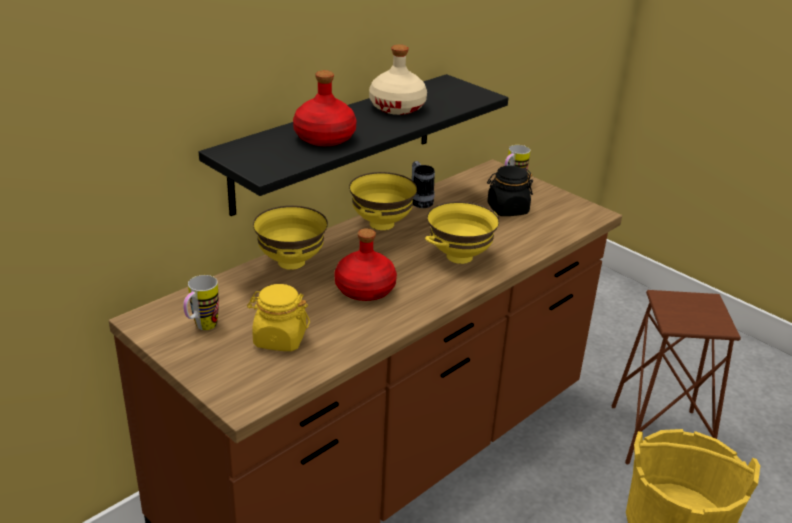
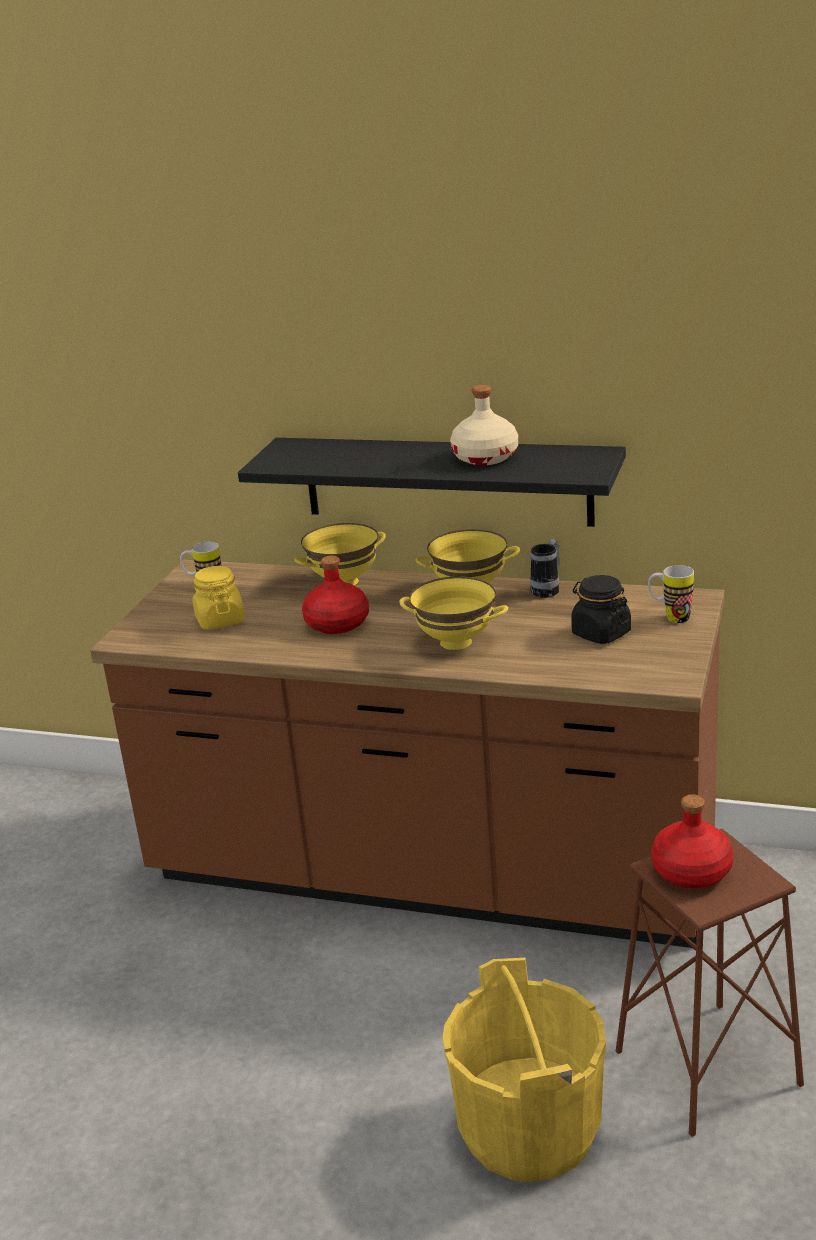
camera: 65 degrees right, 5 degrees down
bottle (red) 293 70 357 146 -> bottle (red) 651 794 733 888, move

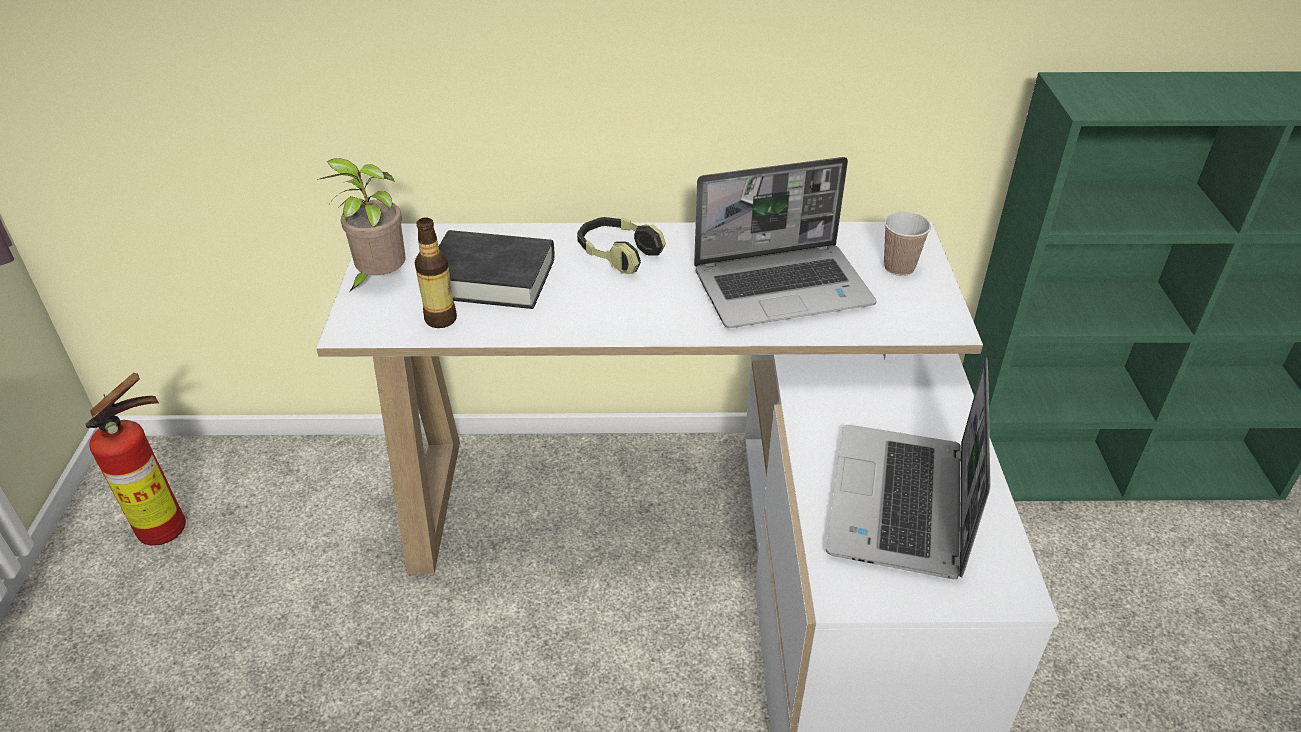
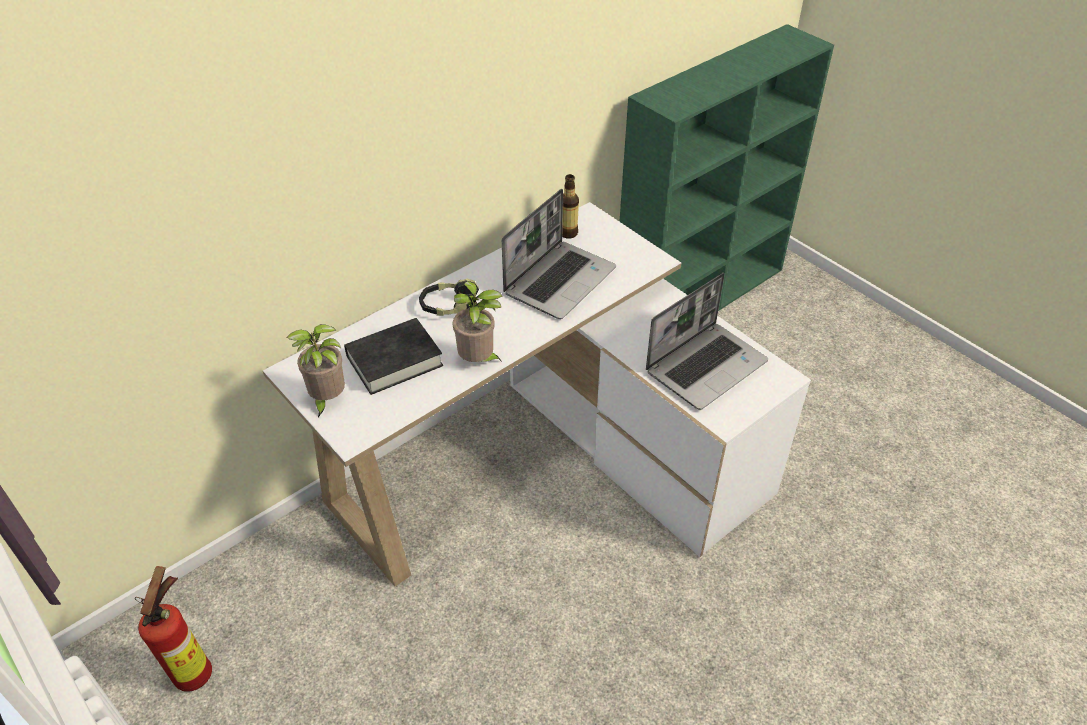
camera: 40 degrees left, 5 degrees up
none -> potted plant 452 281 503 362
bottle 414 217 457 328 -> bottle 562 174 579 239, move
laptop 826 358 991 580 -> laptop 646 273 768 410, 105 degrees counterclockwise
cup 884 212 931 276 -> none

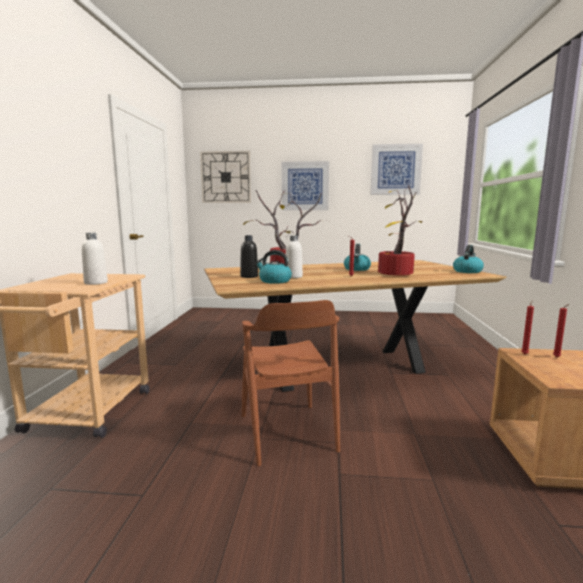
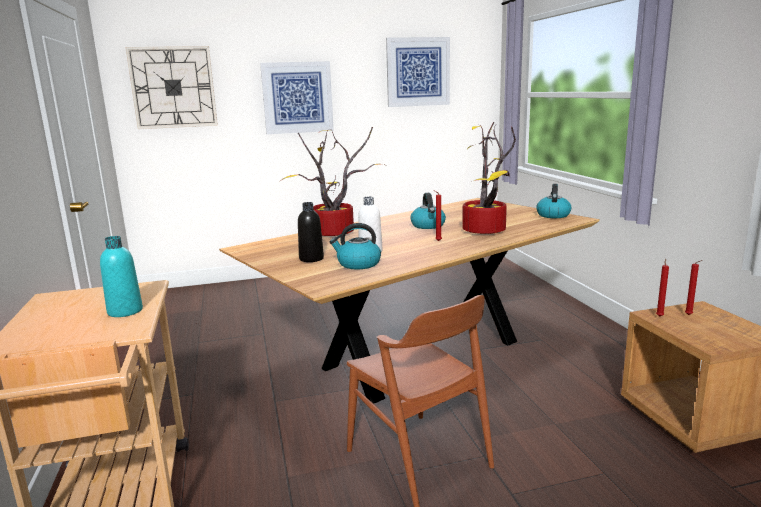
camera: 20 degrees left, 5 degrees up
bottle (white) 82 233 108 285 -> bottle (turquoise) 100 236 143 317

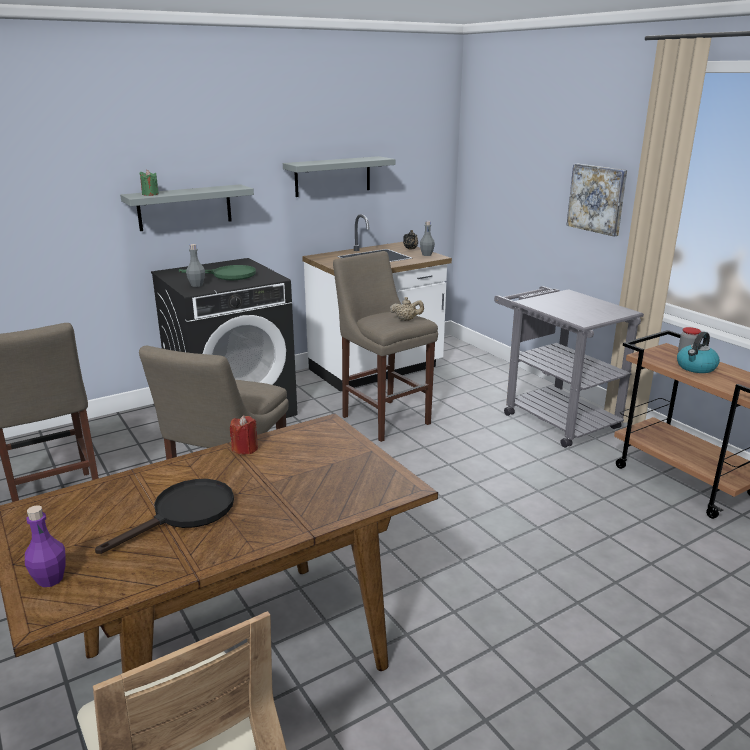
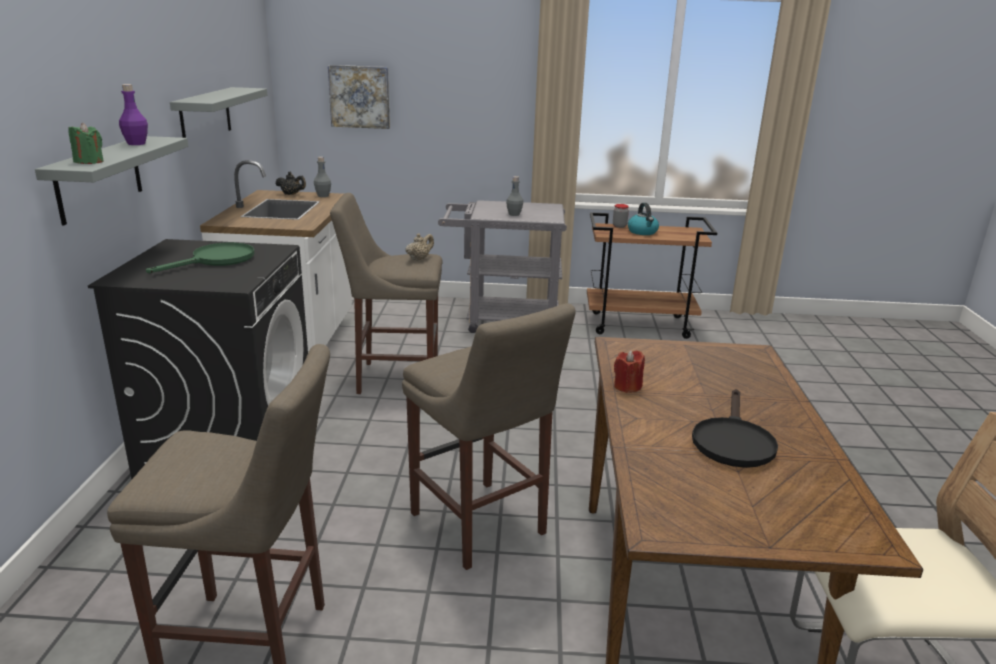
camera: 55 degrees left, 0 degrees up
bottle (purple) 25 505 66 587 -> bottle (purple) 119 84 148 145, move
picture 566 163 627 237 -> picture 328 65 390 129, move
bottle (grey) 186 244 205 287 -> bottle (grey) 506 176 523 216, move
frying pan (black) 95 479 234 554 -> frying pan (black) 692 389 778 468, 150 degrees counterclockwise

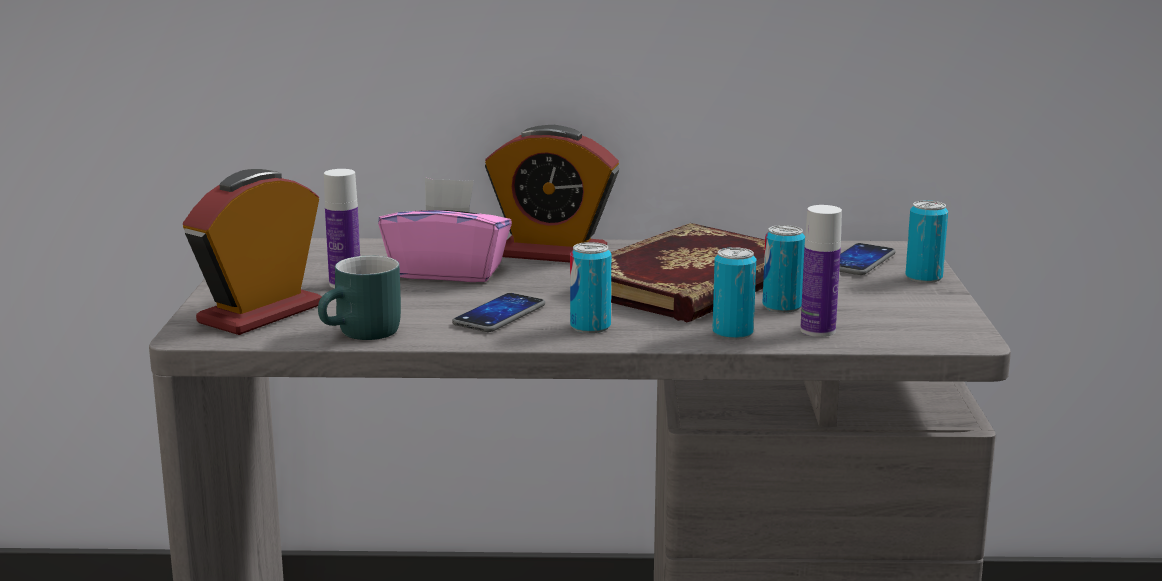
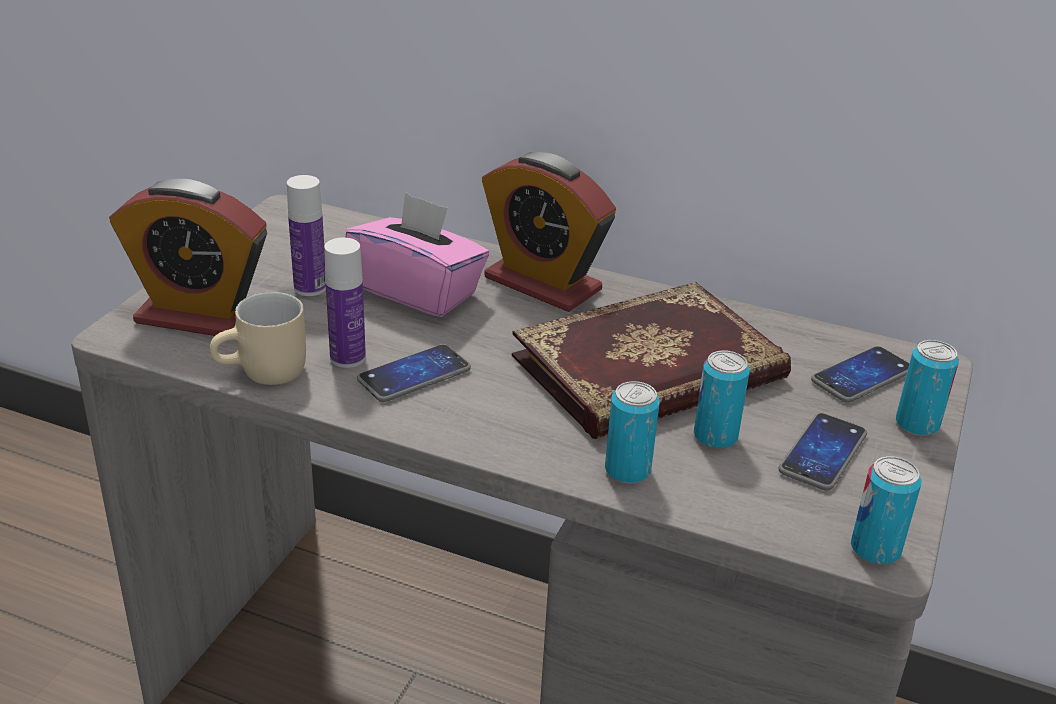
camera: 20 degrees right, 15 degrees up
alarm clock 183 169 322 335 -> alarm clock 109 179 267 336, 135 degrees counterclockwise
mug (turquoise) 318 255 401 340 -> mug (beige) 210 292 306 385
bottle 800 205 842 337 -> bottle 324 238 366 368, move
none -> phone 778 413 867 490
can 570 242 611 333 -> can 851 456 921 565, move

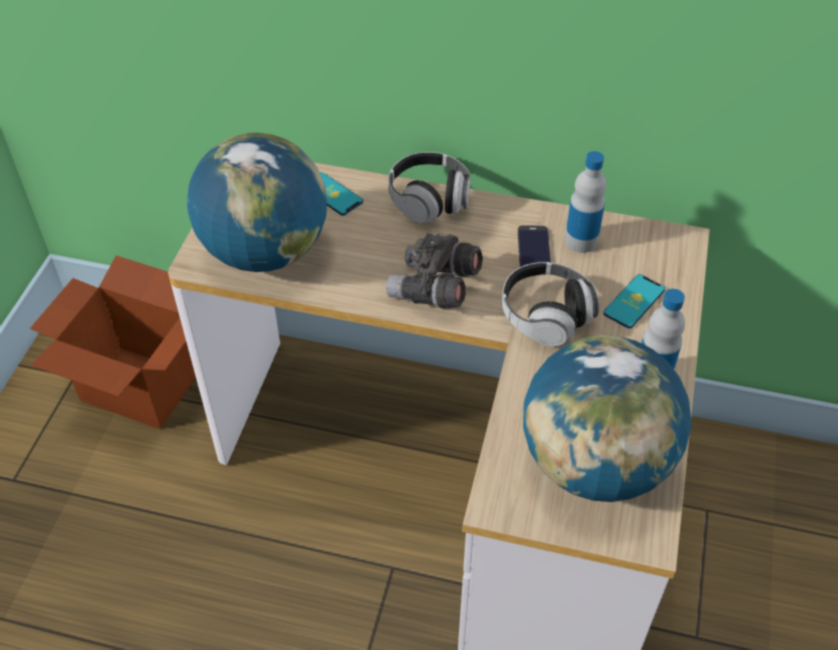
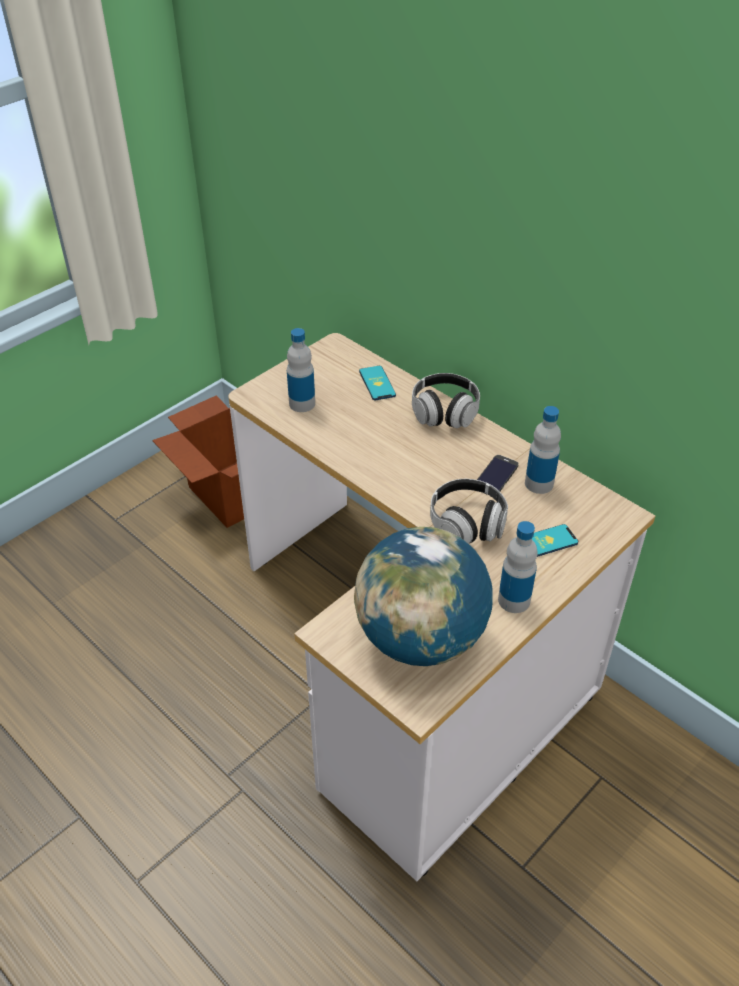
camera: 30 degrees right, 5 degrees down
globe 187 133 327 272 -> bottle 287 328 315 412
binoculars (grey) 386 233 483 309 -> none

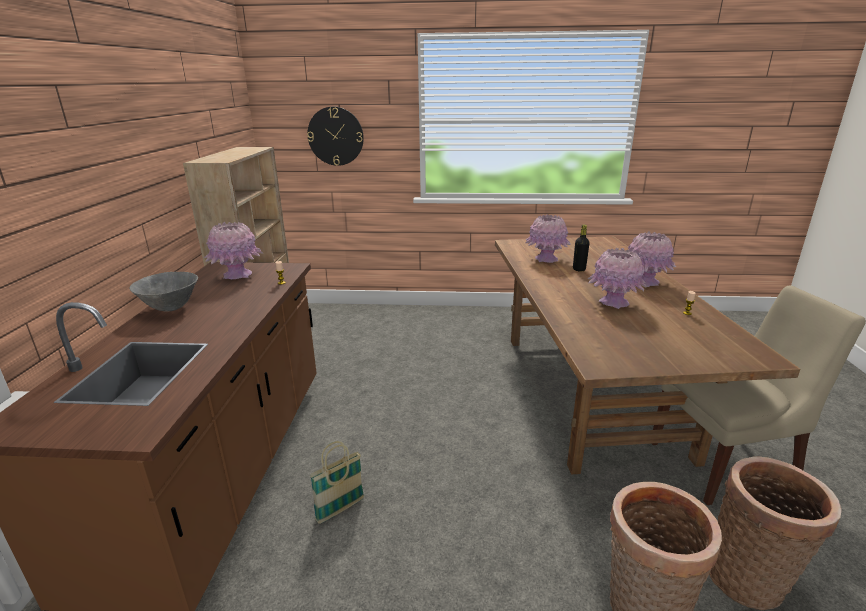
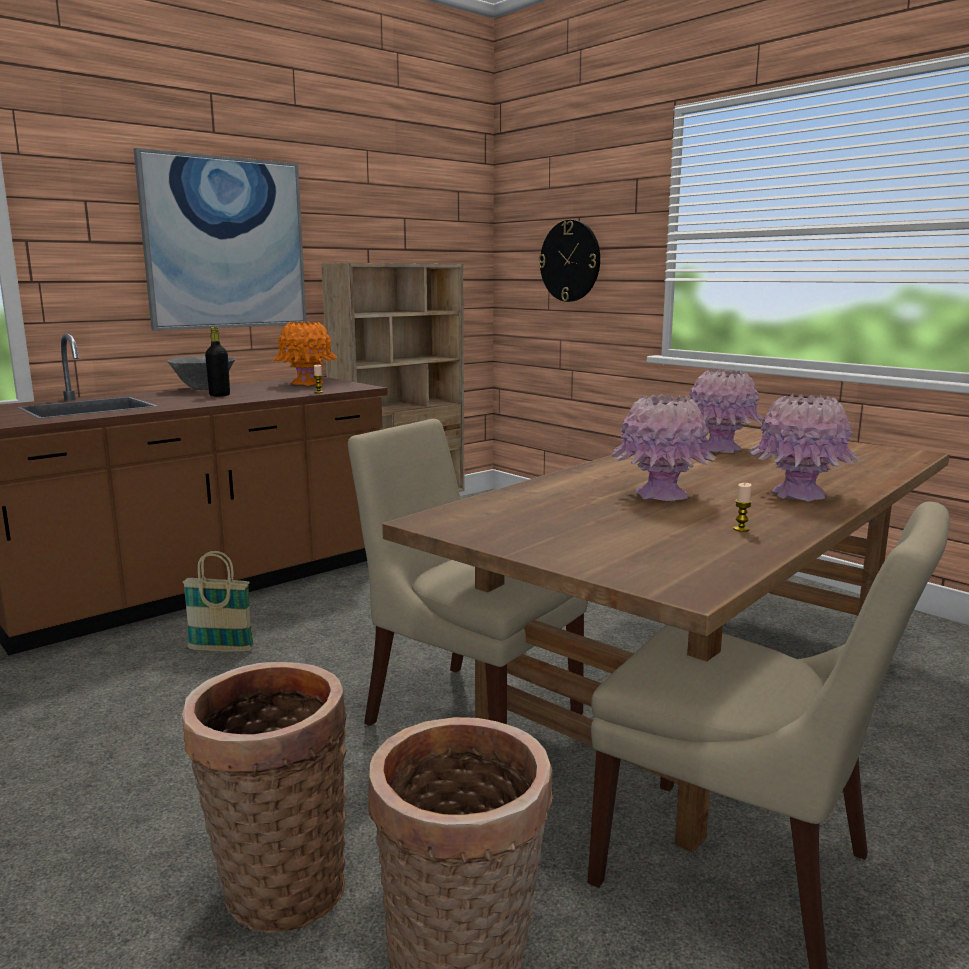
camera: 45 degrees right, 10 degrees down
none -> picture 134 148 307 331
bottle (black) 573 224 590 272 -> bottle (black) 205 327 230 397, move
vase (pink) 204 222 263 279 -> vase (orange) 273 321 337 386
none -> chair (beige) 348 419 588 726

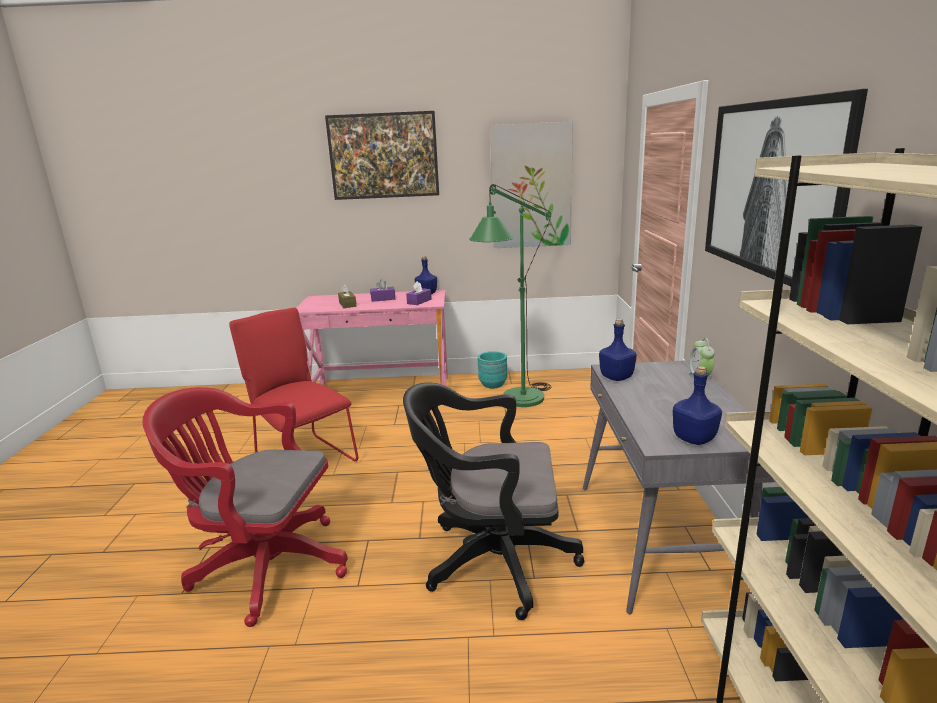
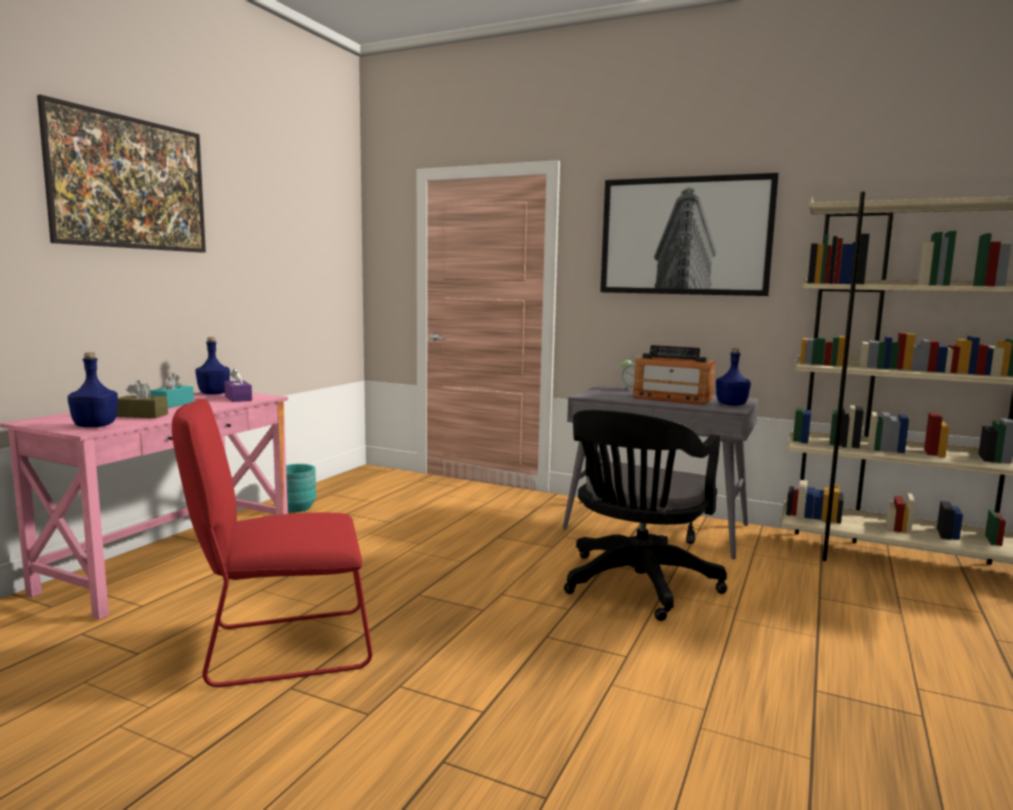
camera: 65 degrees left, 10 degrees down
bottle (blue) 599 319 637 381 -> bottle (blue) 68 352 118 427, move
tissue box (purple) 370 279 395 302 -> tissue box (turquoise) 150 372 194 408
none -> radio 633 345 715 405
office chair (red) 142 387 348 627 -> none
floor lamp (green) 469 184 551 407 -> none
picture 490 121 573 248 -> none

